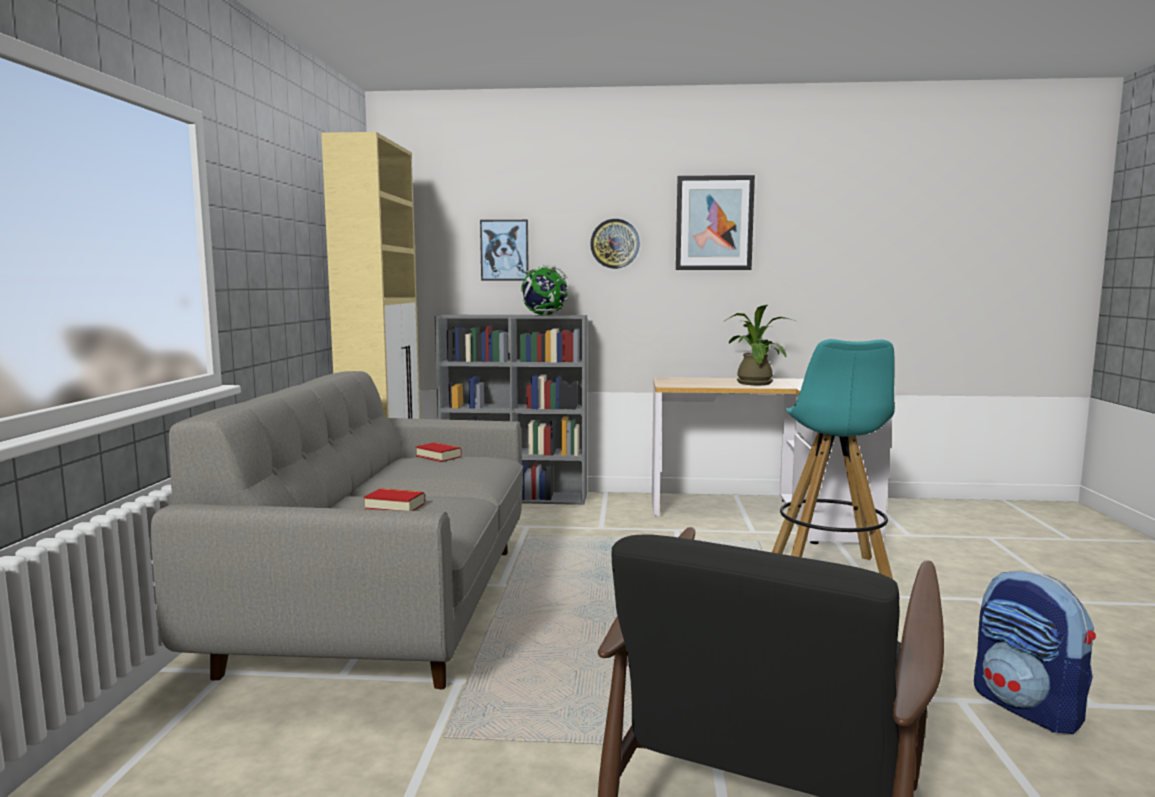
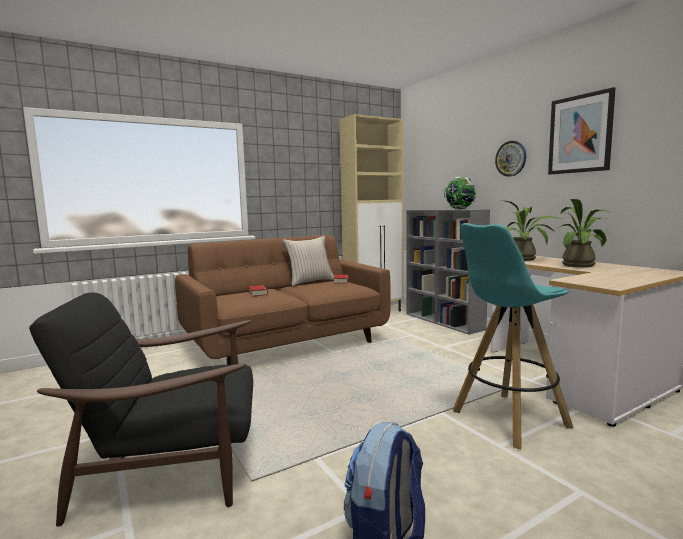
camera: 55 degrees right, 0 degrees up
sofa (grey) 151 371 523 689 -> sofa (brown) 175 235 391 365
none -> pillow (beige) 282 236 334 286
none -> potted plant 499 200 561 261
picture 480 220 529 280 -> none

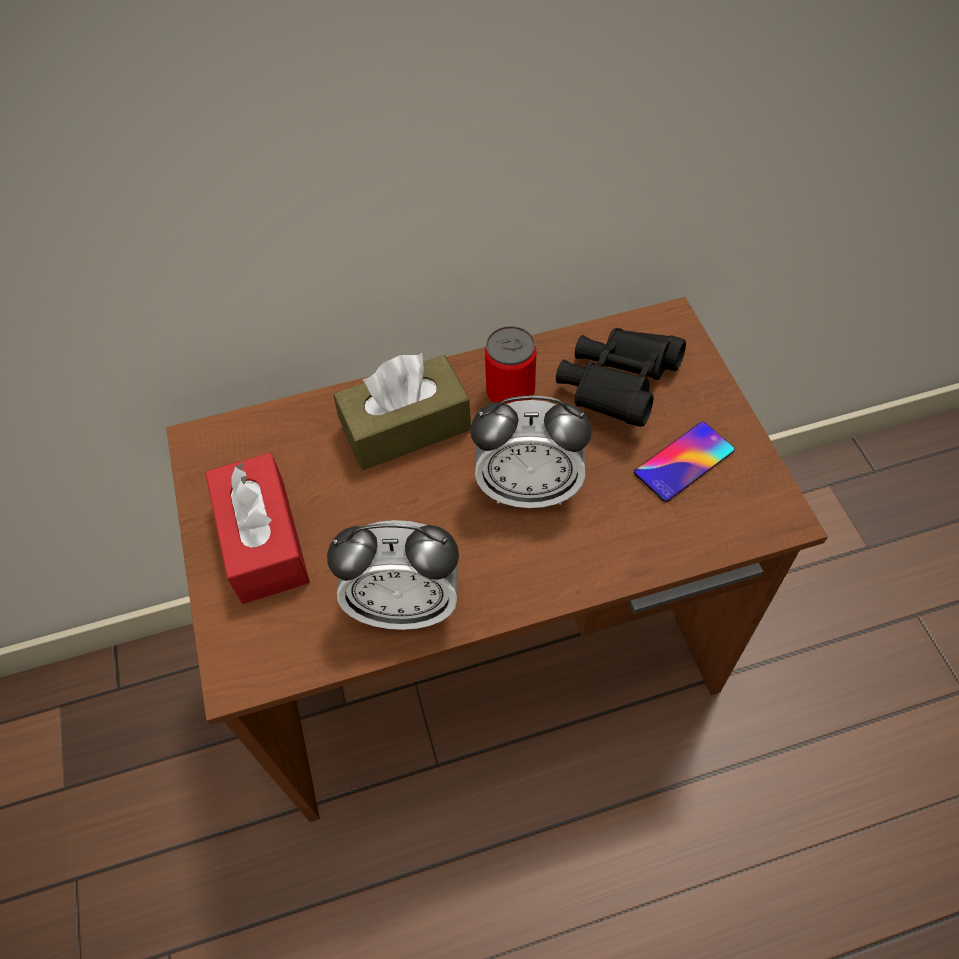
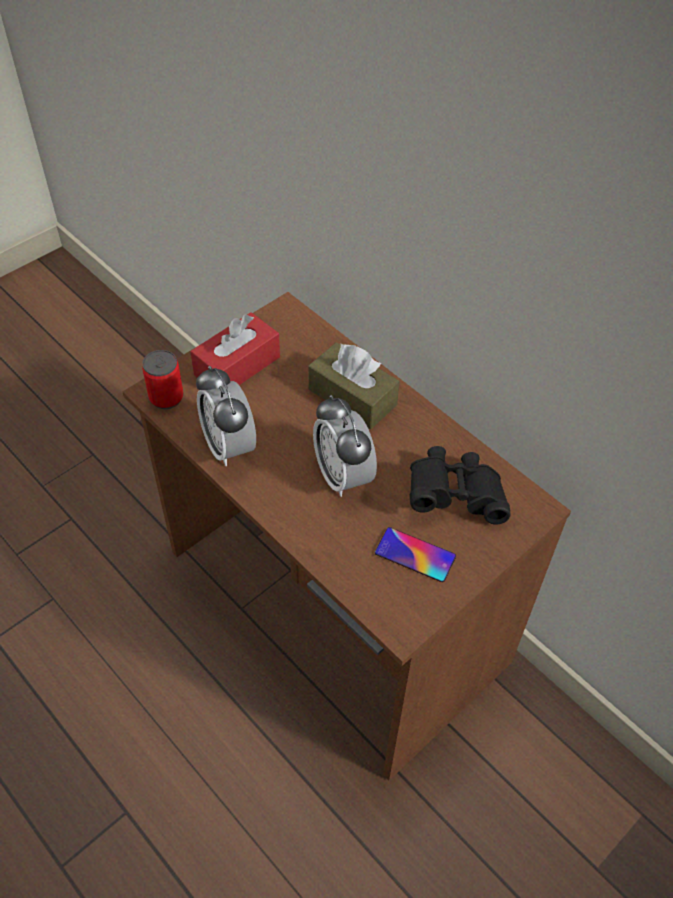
camera: 60 degrees right, 5 degrees down
can 485 326 536 404 -> can 142 350 183 409, move

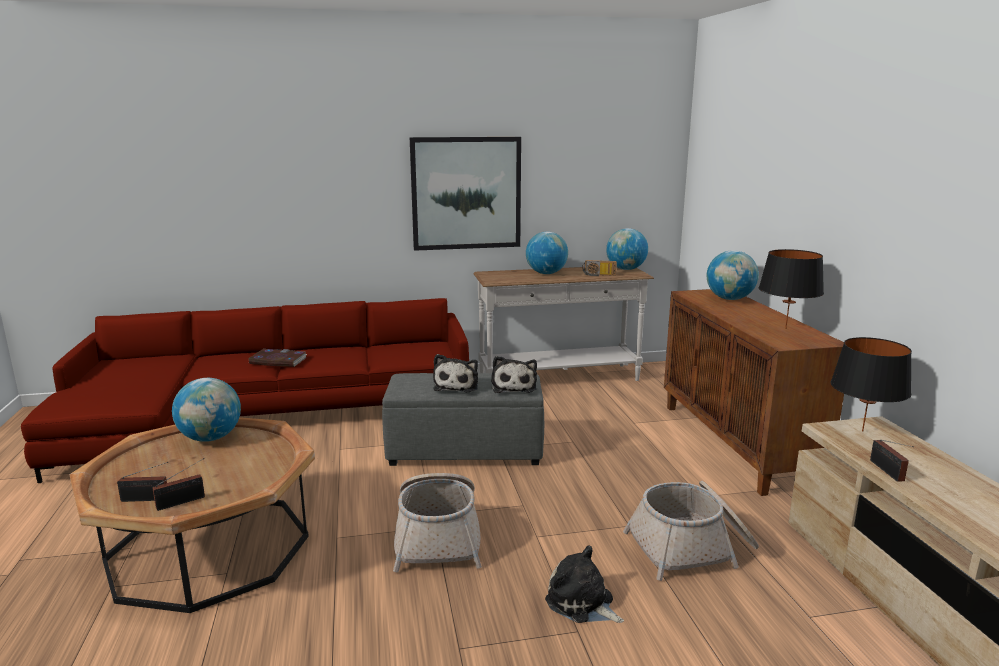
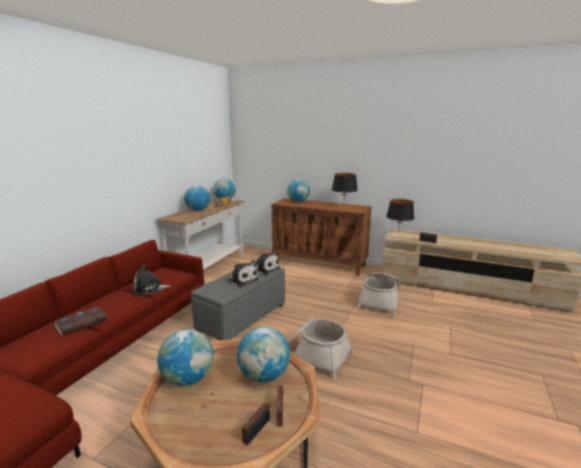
camera: 55 degrees left, 0 degrees up
plush toy 545 545 624 623 -> plush toy 134 265 171 295, move
none -> globe 237 327 290 382
picture 410 137 521 251 -> none

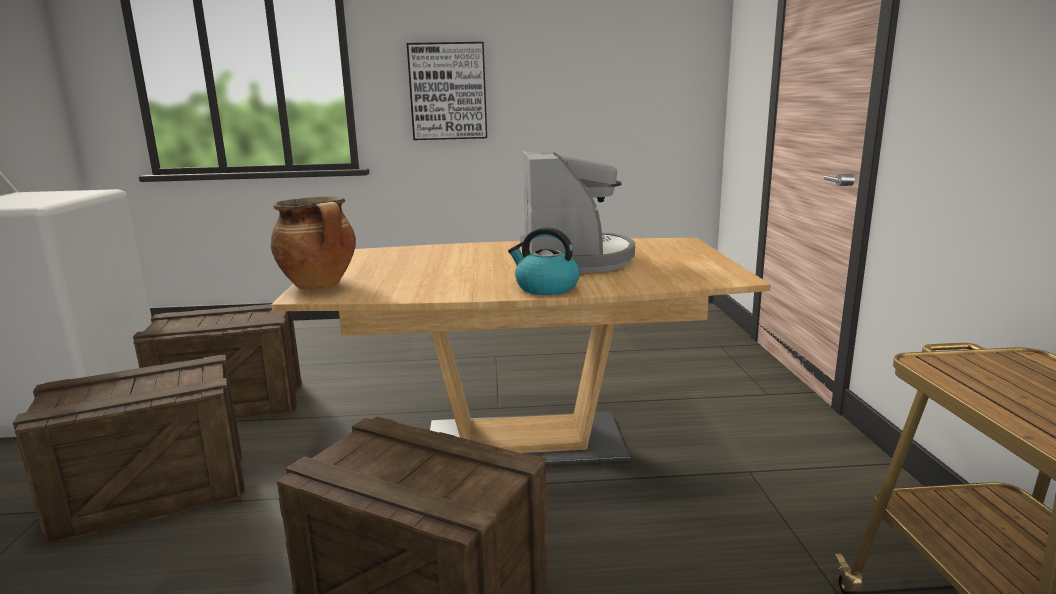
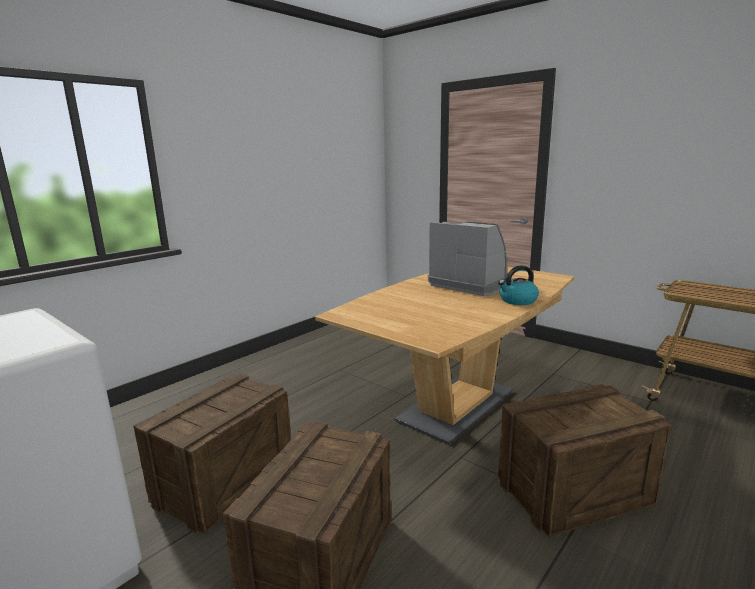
camera: 45 degrees left, 0 degrees up
cooking pot 271 197 356 290 -> none
picture 407 42 487 140 -> none

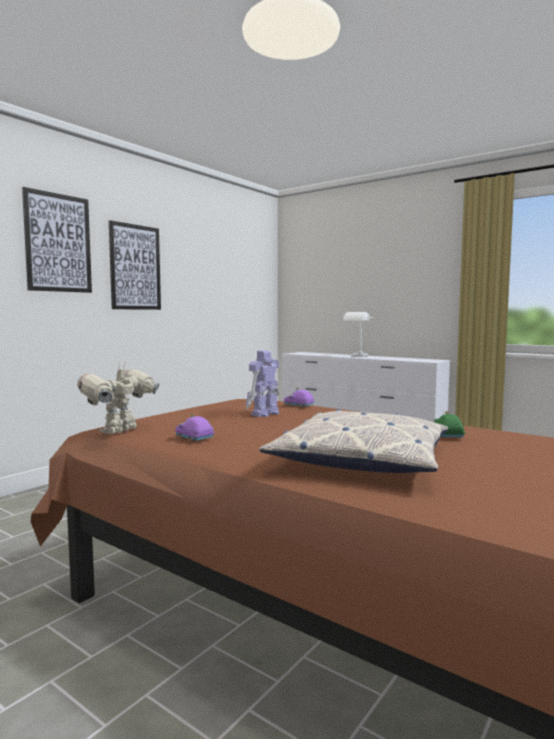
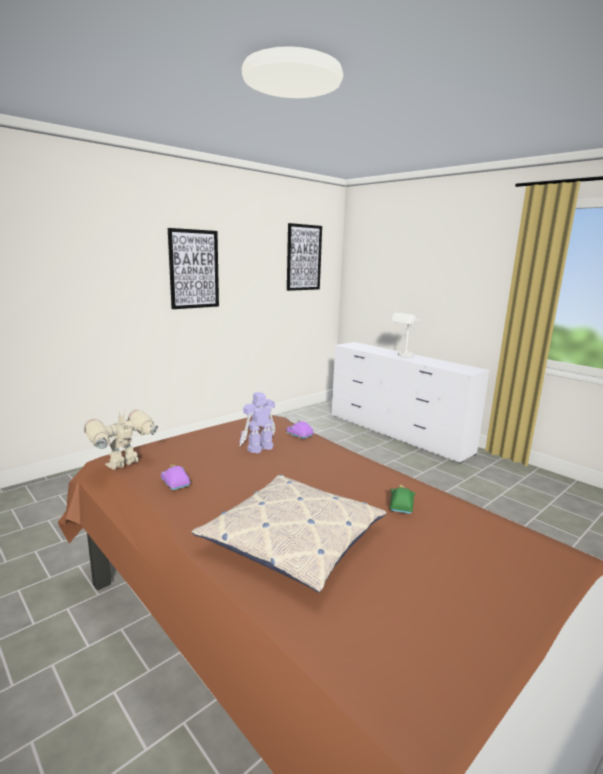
camera: 10 degrees right, 10 degrees up
picture 22 187 92 293 -> picture 287 223 322 291, move

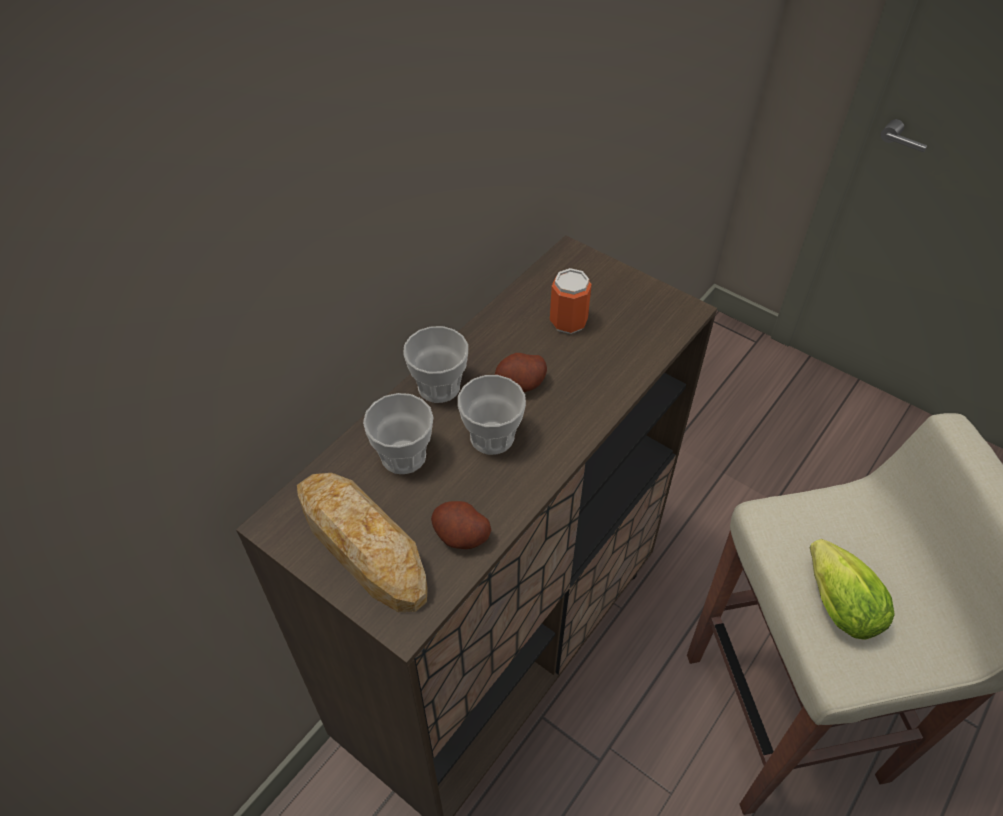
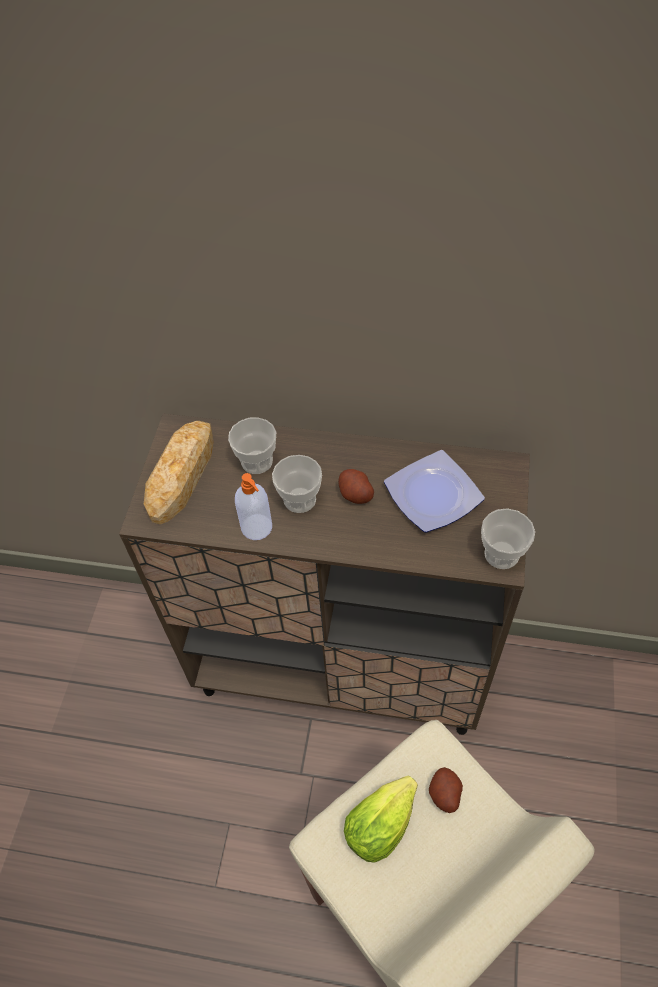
camera: 65 degrees right, 5 degrees up
none -> soap dispenser 235 473 272 540
can 550 268 592 334 -> plate 384 450 485 533
potato 431 501 491 549 -> potato 429 767 463 813, move
cup 403 326 468 403 -> cup 481 508 535 569, move

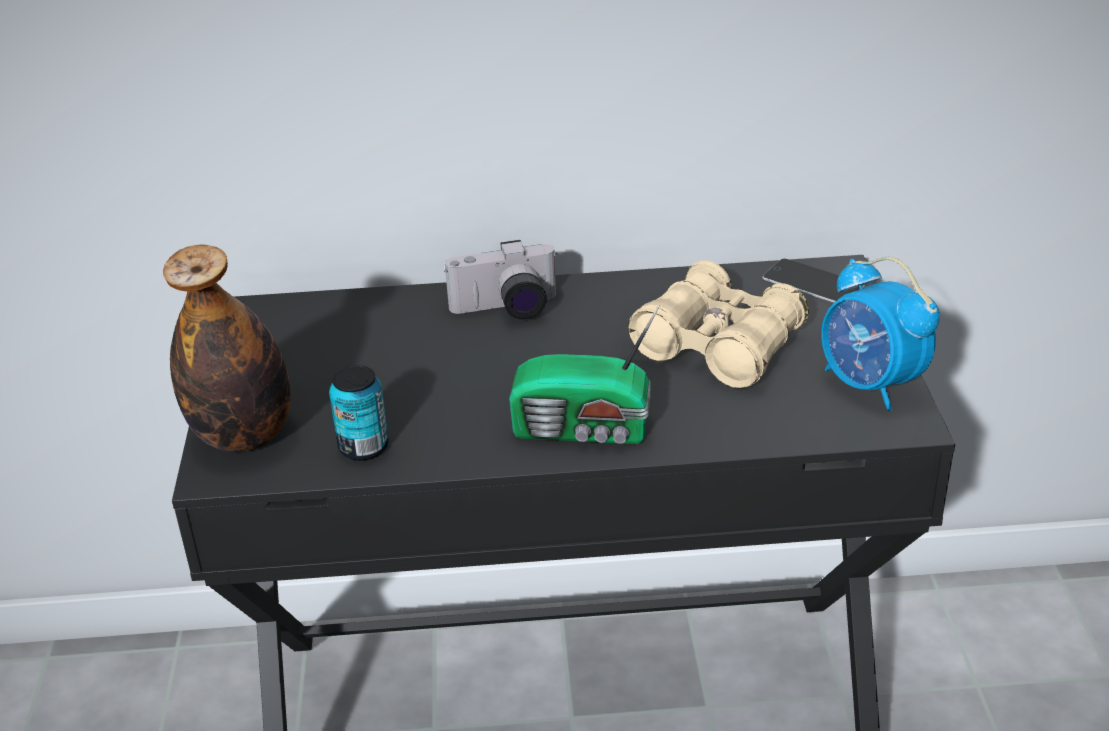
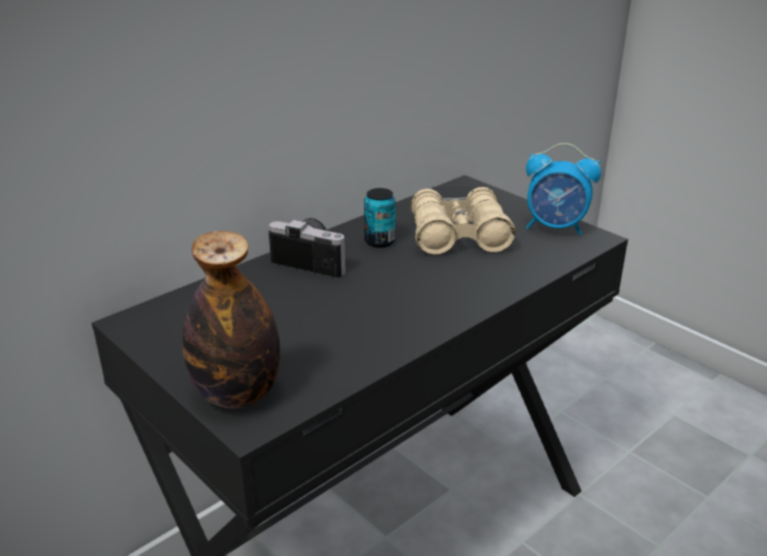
camera: 40 degrees left, 5 degrees down
photo camera 444 240 558 320 -> photo camera 269 218 347 278, 105 degrees counterclockwise
can 329 365 389 461 -> can 364 188 396 248, move
radio 509 305 660 444 -> none

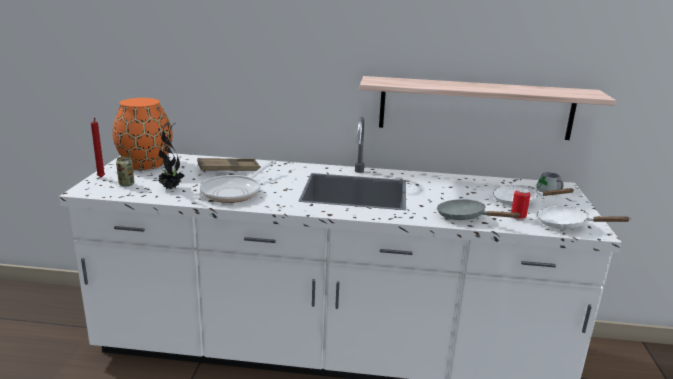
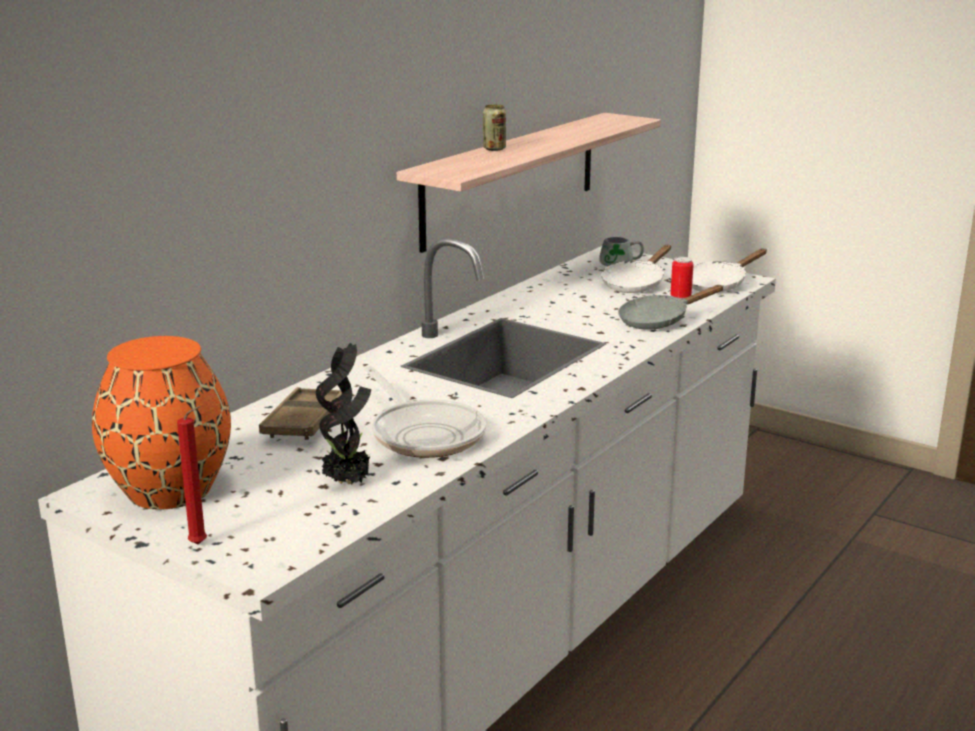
camera: 60 degrees left, 0 degrees up
can 116 156 134 187 -> can 483 104 506 151, move

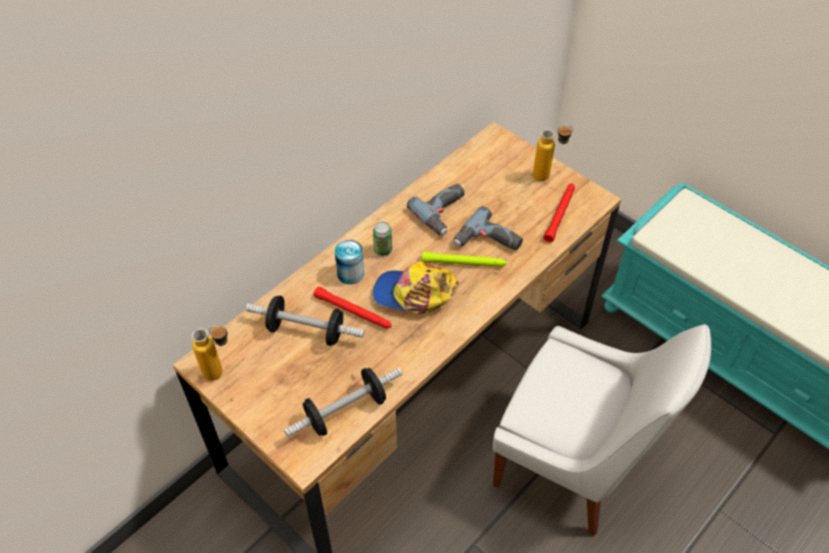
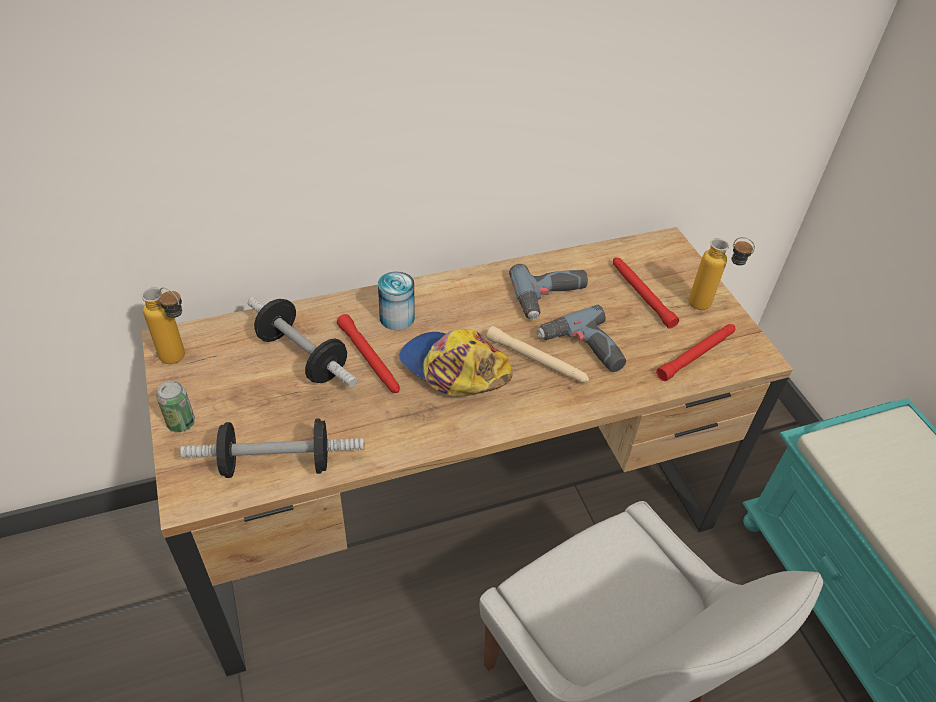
camera: 25 degrees right, 5 degrees down
can 373 222 392 256 -> can 156 381 195 432, move
flashlight (green) 422 251 507 267 -> flashlight (beige) 486 326 589 383
none -> flashlight (red) 613 257 679 329

